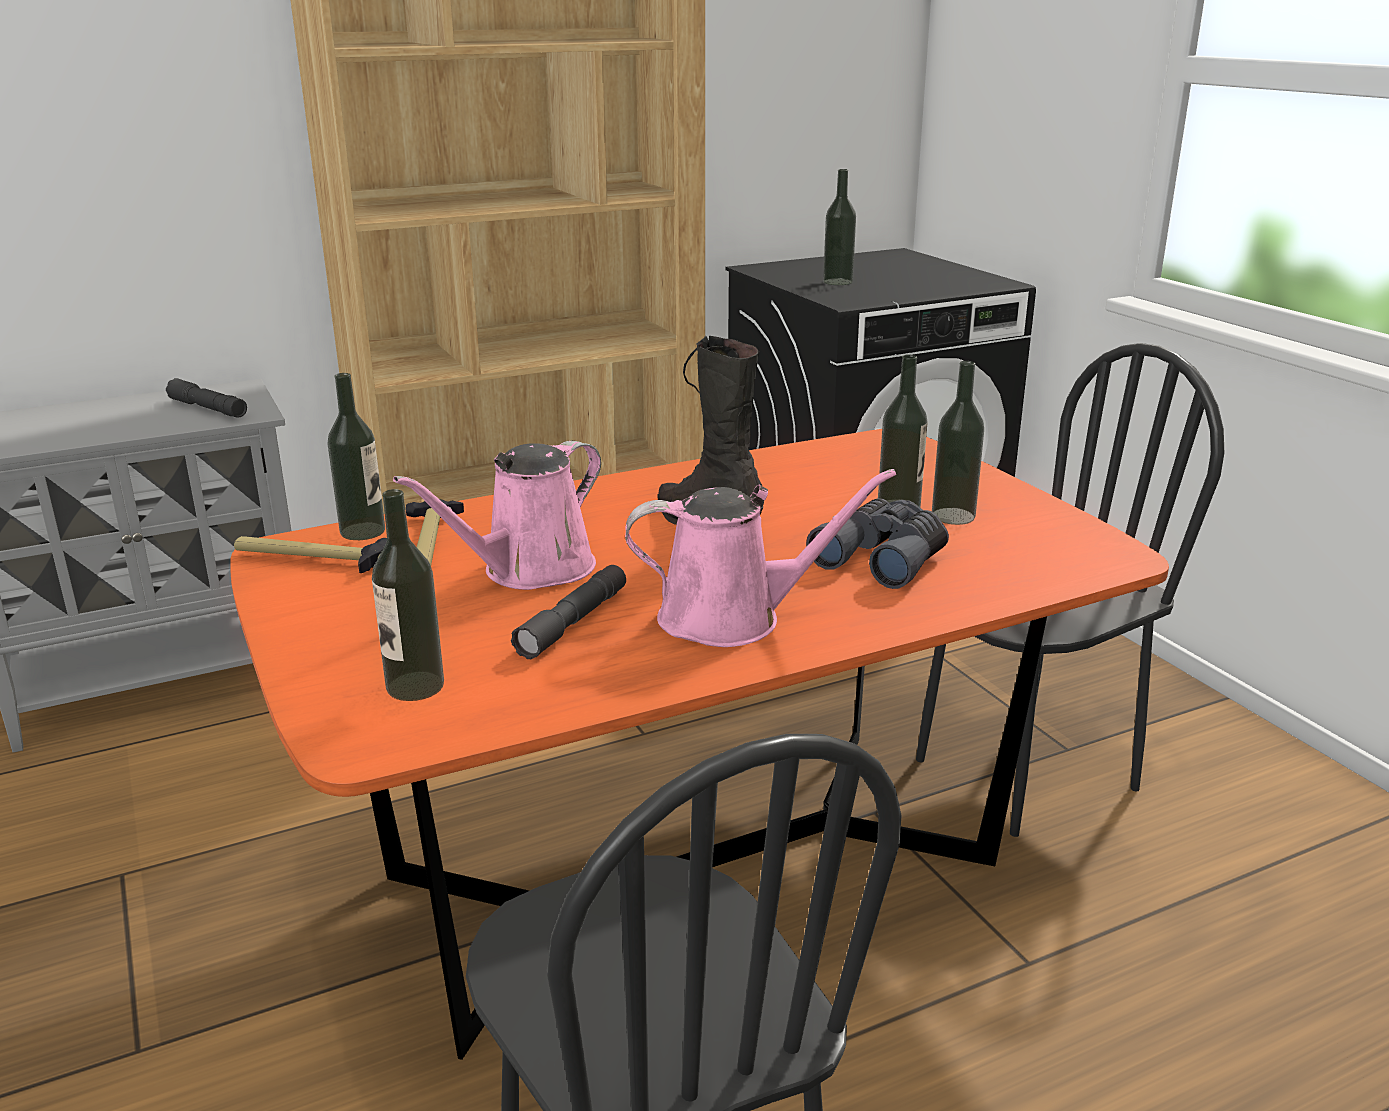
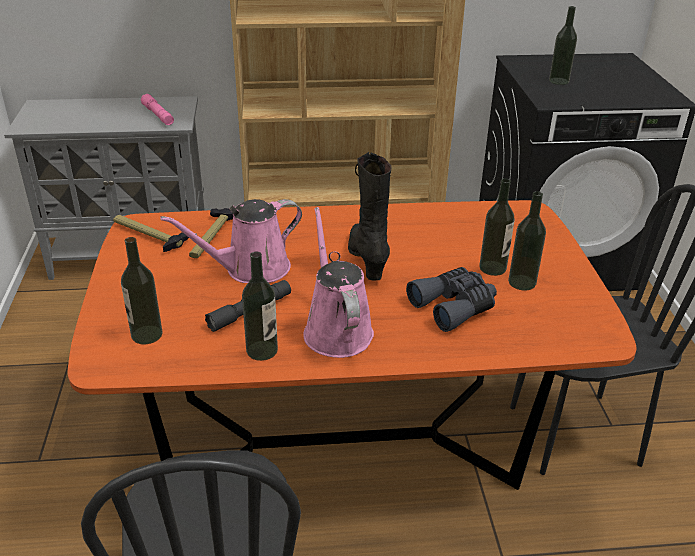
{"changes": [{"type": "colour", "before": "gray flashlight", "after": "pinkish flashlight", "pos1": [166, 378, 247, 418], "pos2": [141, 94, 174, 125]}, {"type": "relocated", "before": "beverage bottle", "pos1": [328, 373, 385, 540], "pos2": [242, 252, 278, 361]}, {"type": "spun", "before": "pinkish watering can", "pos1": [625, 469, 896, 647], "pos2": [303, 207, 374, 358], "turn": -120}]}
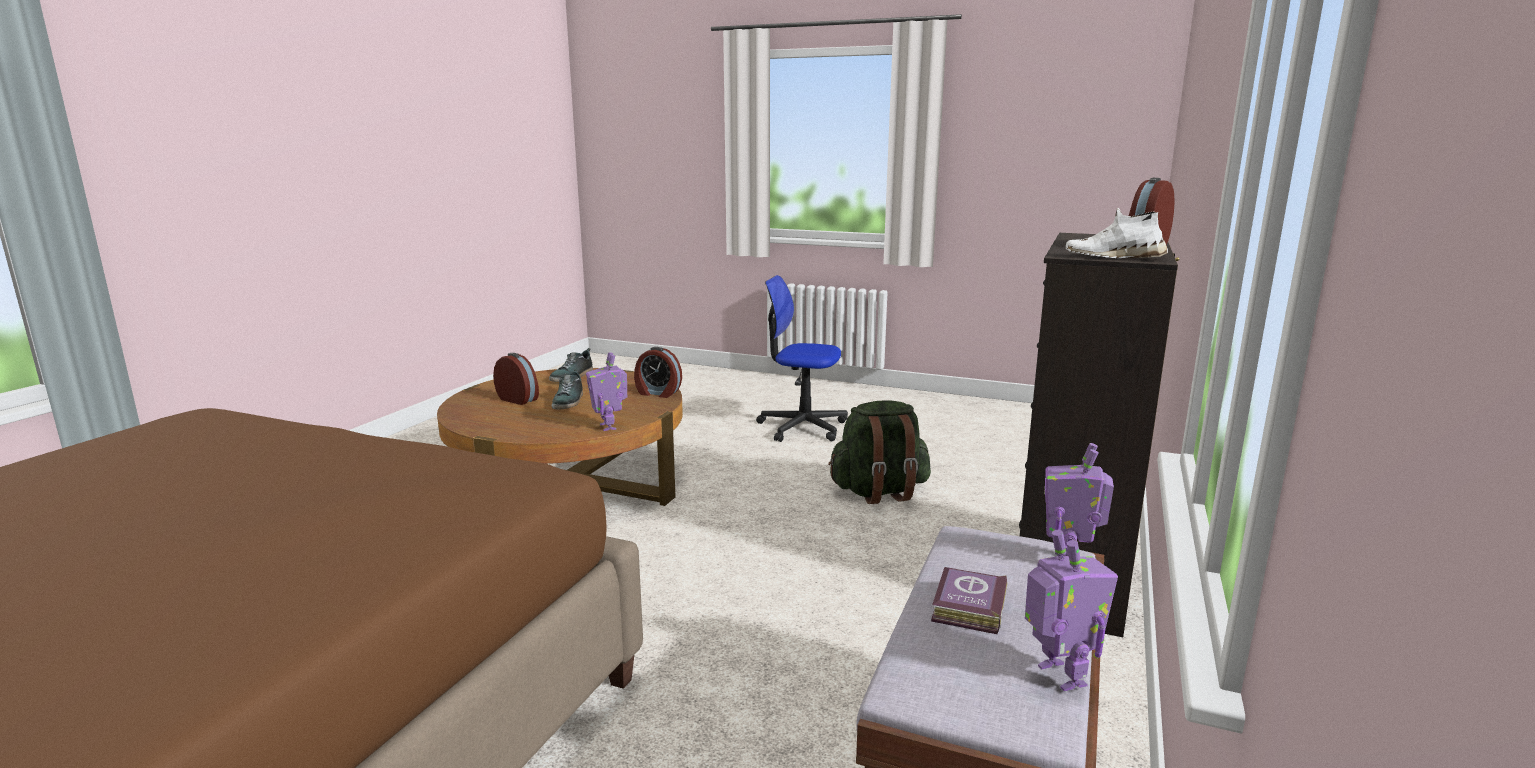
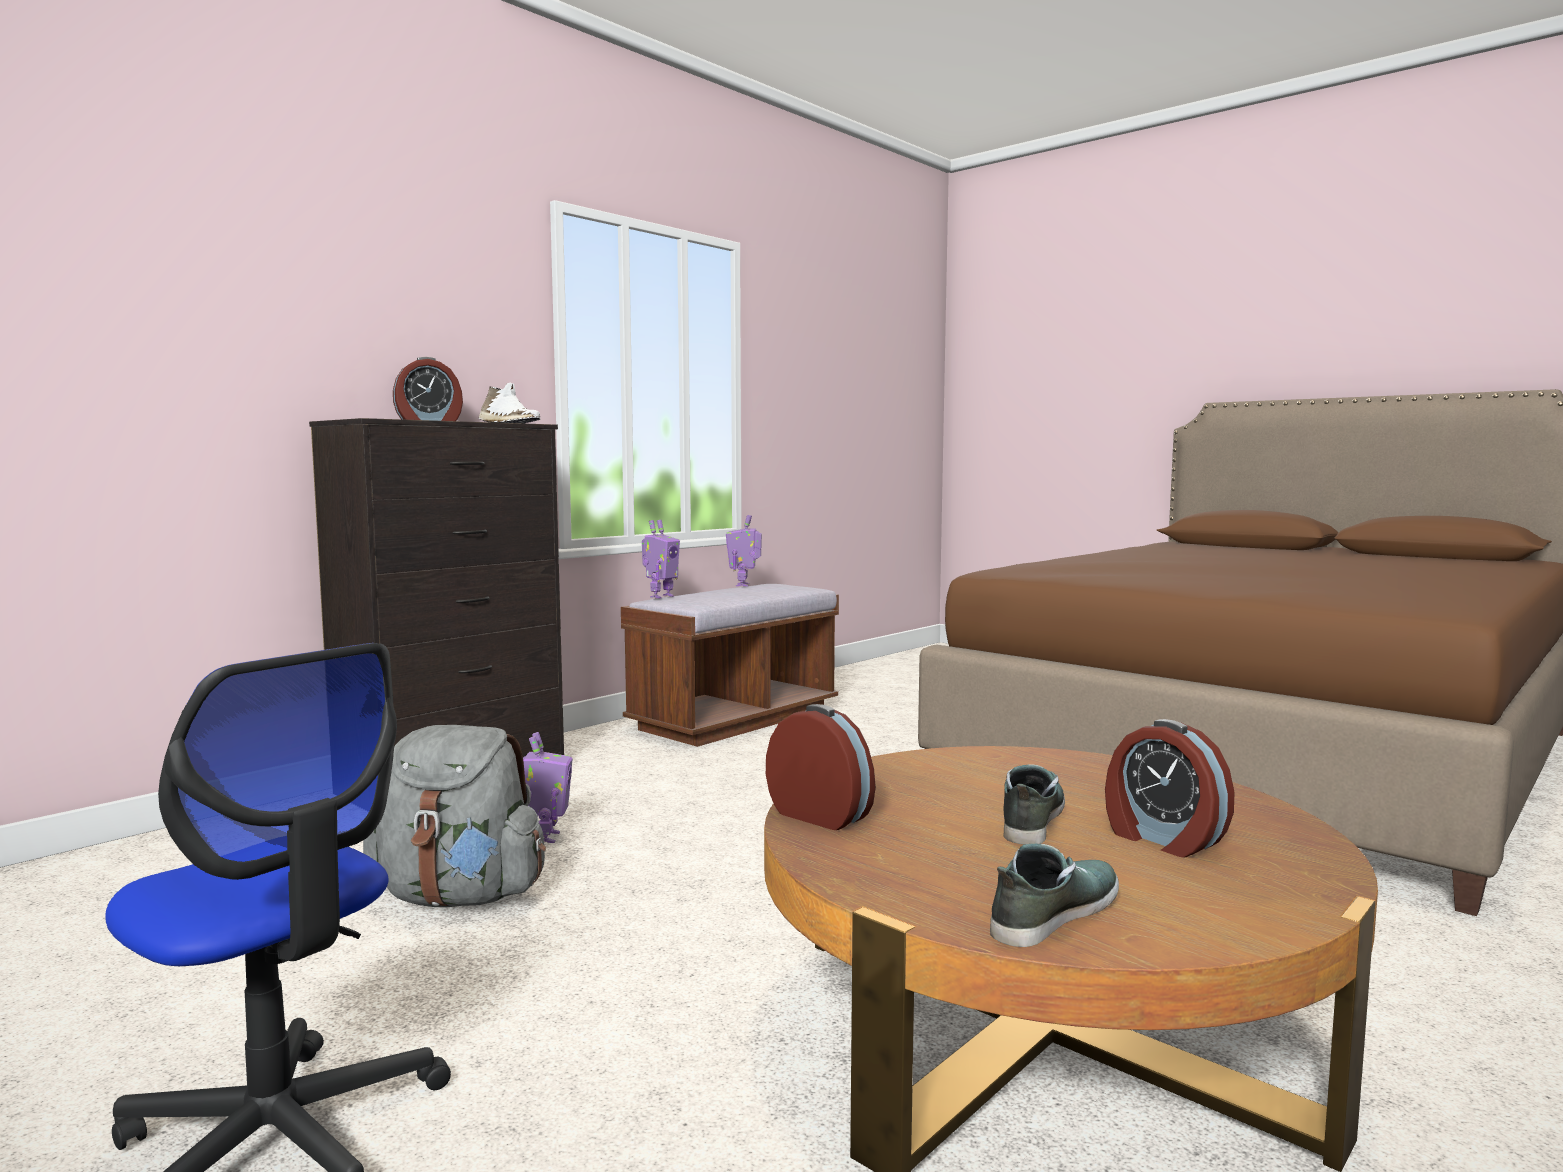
{"changes": [{"type": "colour", "before": "green-coloured rucksack", "after": "gray rucksack", "pos1": [828, 400, 931, 504], "pos2": [363, 725, 546, 907]}, {"type": "relocated", "before": "robot figure", "pos1": [586, 352, 627, 431], "pos2": [523, 732, 573, 843]}, {"type": "missing", "before": "book", "pos1": [931, 567, 1007, 634]}]}
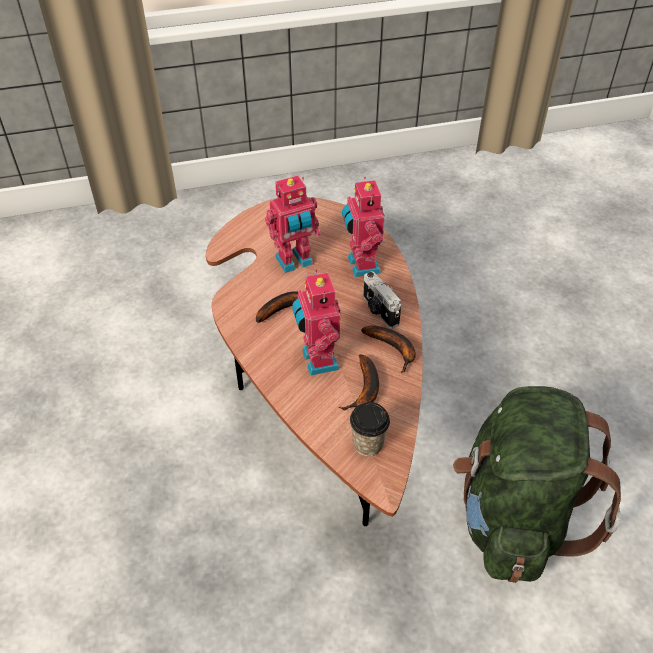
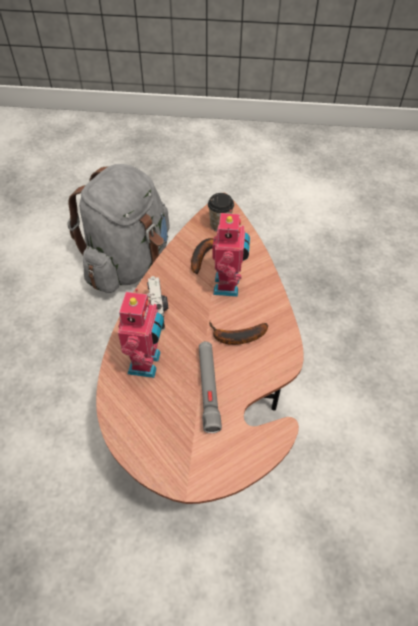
{"changes": [{"type": "colour", "before": "green-coloured rucksack", "after": "gray rucksack", "pos1": [453, 386, 621, 583], "pos2": [68, 164, 170, 293]}, {"type": "exchanged", "before": "robot figure", "after": "gray flashlight", "pos1": [265, 175, 321, 273], "pos2": [199, 341, 222, 433]}, {"type": "missing", "before": "banana", "pos1": [361, 325, 416, 373]}]}
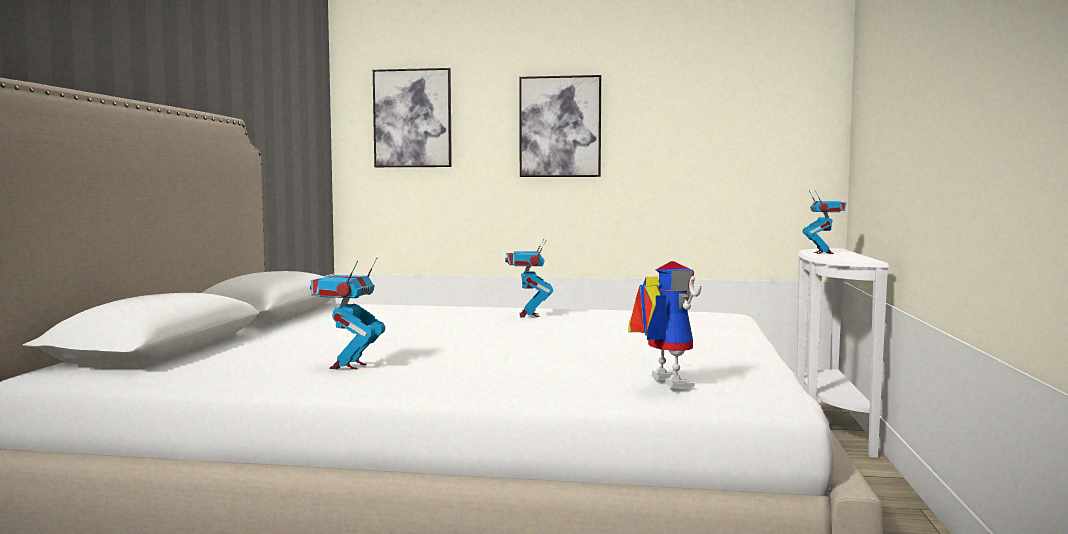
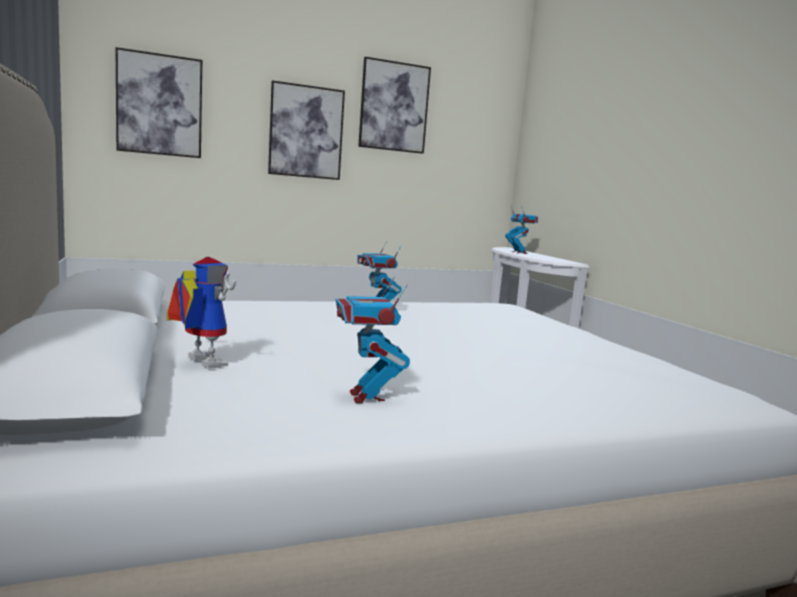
{"changes": [{"type": "relocated", "before": "robot figure", "pos1": [629, 261, 701, 388], "pos2": [166, 257, 236, 369]}, {"type": "appeared", "after": "picture", "pos2": [358, 57, 431, 154]}]}
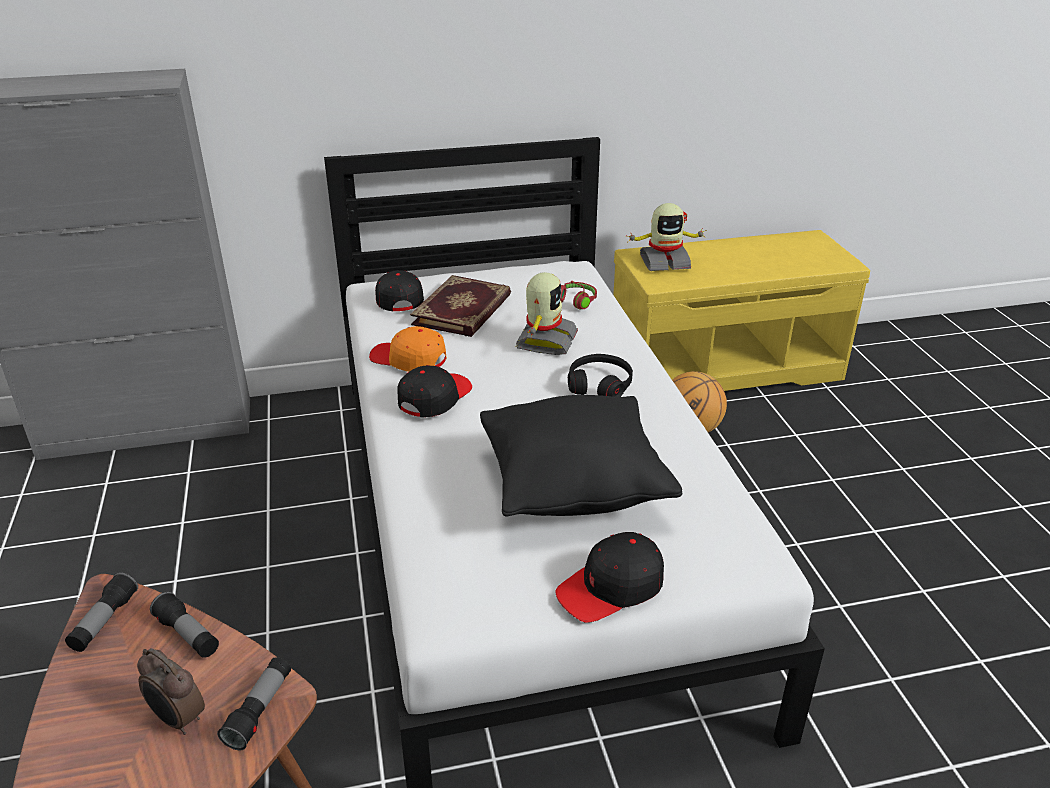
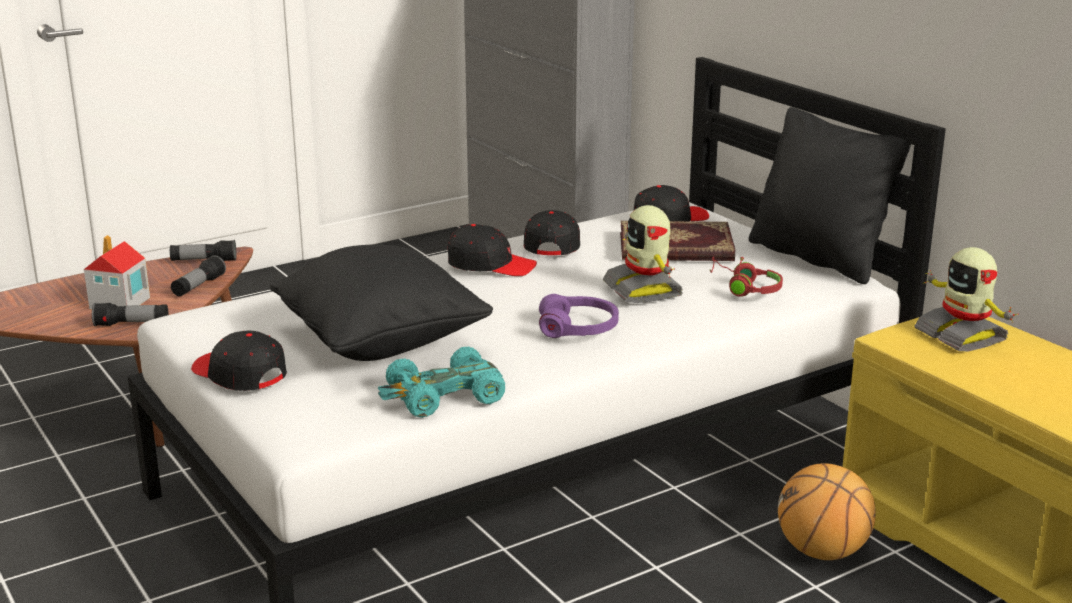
{"changes": [{"type": "exchanged", "before": "alarm clock", "after": "model house", "pos1": [137, 648, 205, 735], "pos2": [84, 235, 150, 310]}, {"type": "appeared", "after": "turquoise toy car", "pos2": [378, 347, 505, 418]}, {"type": "colour", "before": "orangey baseball cap", "after": "black-coloured baseball cap", "pos1": [369, 326, 447, 372], "pos2": [524, 210, 580, 255]}, {"type": "colour", "before": "black-coloured headphones", "after": "purple headphones", "pos1": [568, 354, 633, 397], "pos2": [539, 294, 619, 338]}, {"type": "spun", "before": "robot figure", "pos1": [516, 272, 578, 355], "pos2": [603, 205, 683, 303], "turn": 75}, {"type": "appeared", "after": "black-coloured pillow", "pos2": [749, 107, 911, 284]}]}
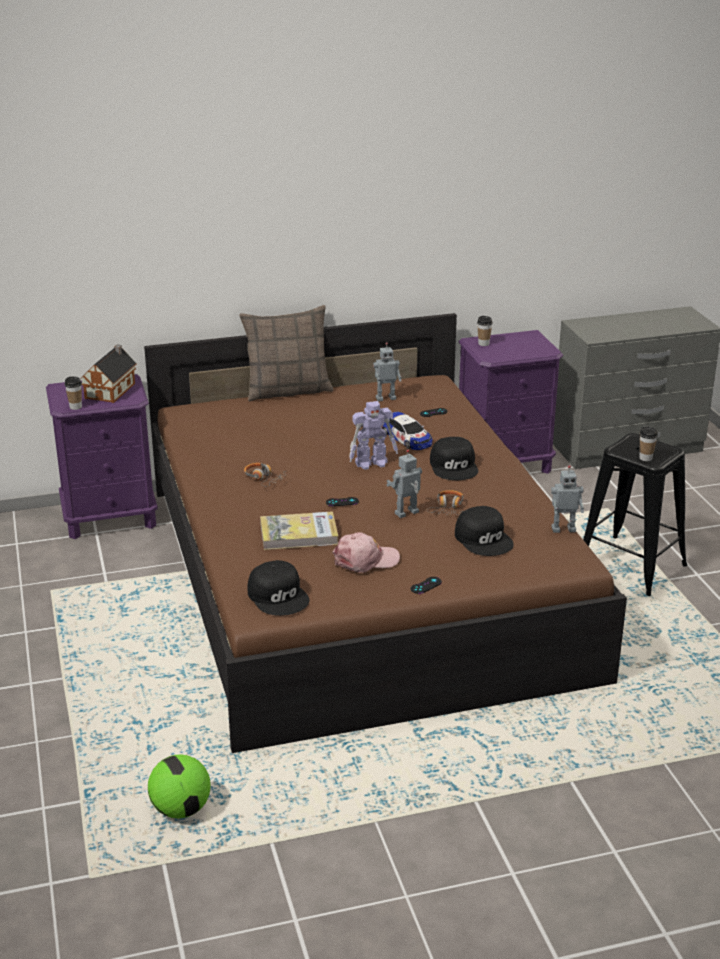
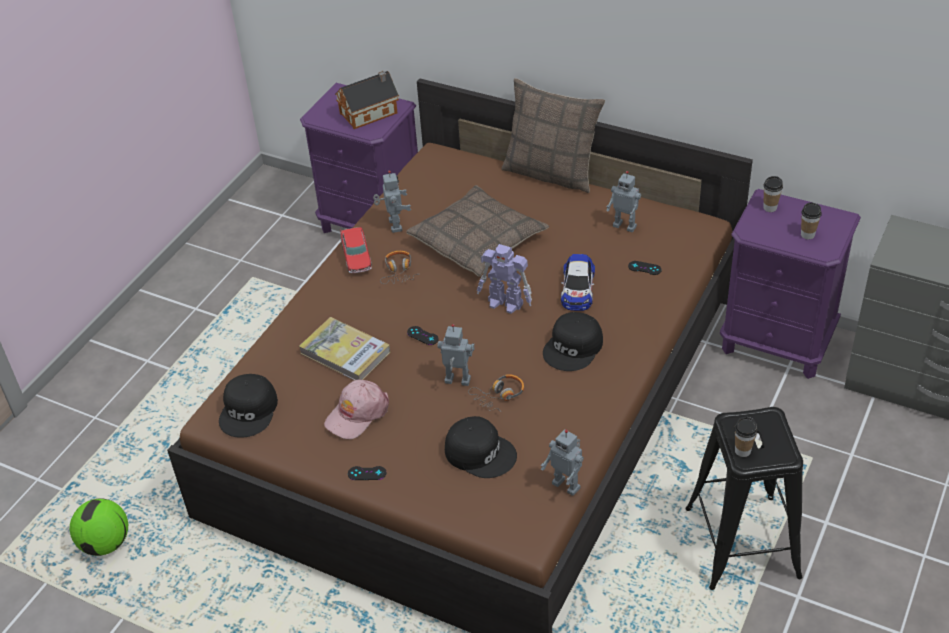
{"changes": [{"type": "spun", "before": "pinkish baseball cap", "pos1": [332, 532, 400, 573], "pos2": [324, 379, 389, 439], "turn": 105}, {"type": "appeared", "after": "toy car", "pos2": [340, 227, 372, 273]}, {"type": "appeared", "after": "robot figure", "pos2": [373, 170, 411, 233]}, {"type": "appeared", "after": "pillow", "pos2": [406, 185, 549, 277]}, {"type": "spun", "before": "black-coloured baseball cap", "pos1": [455, 506, 514, 556], "pos2": [445, 416, 517, 478], "turn": -75}, {"type": "relocated", "before": "drinking cup", "pos1": [65, 376, 82, 410], "pos2": [801, 202, 822, 239]}]}
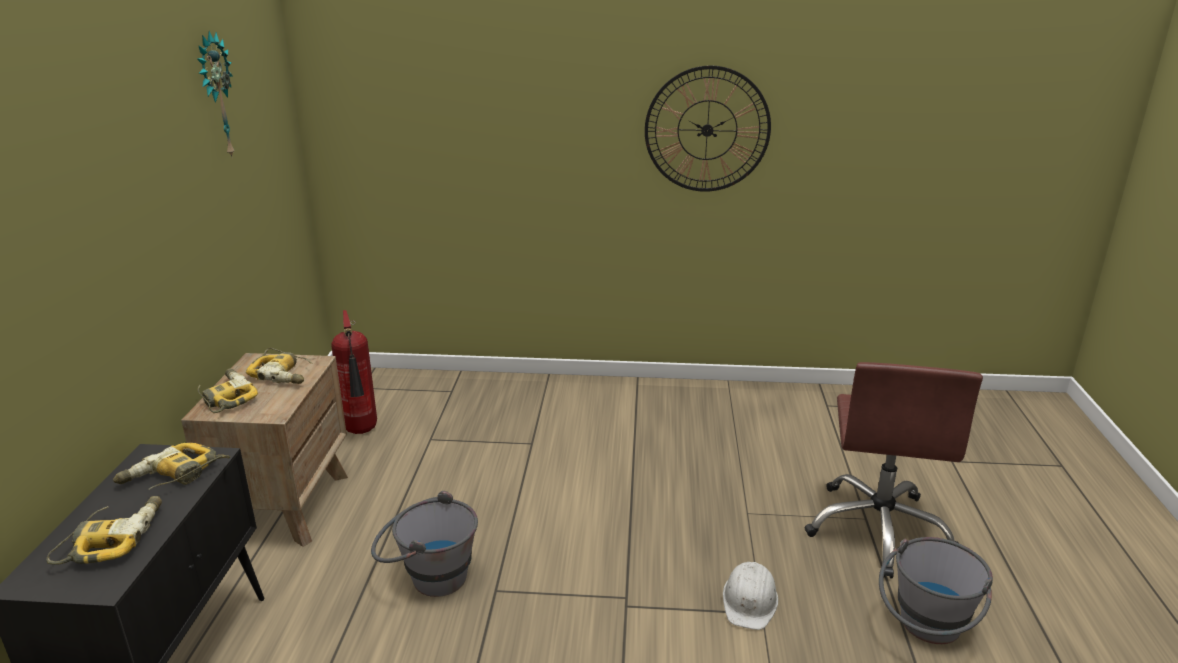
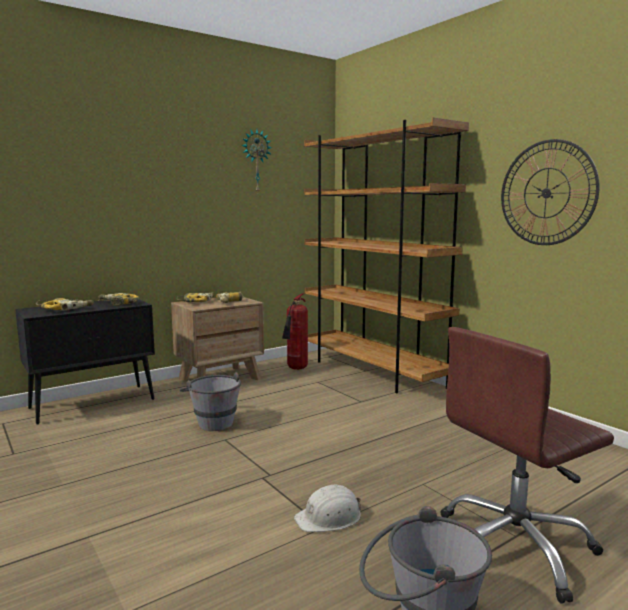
{"changes": [{"type": "appeared", "after": "brown bookcase", "pos2": [304, 117, 469, 393]}]}
